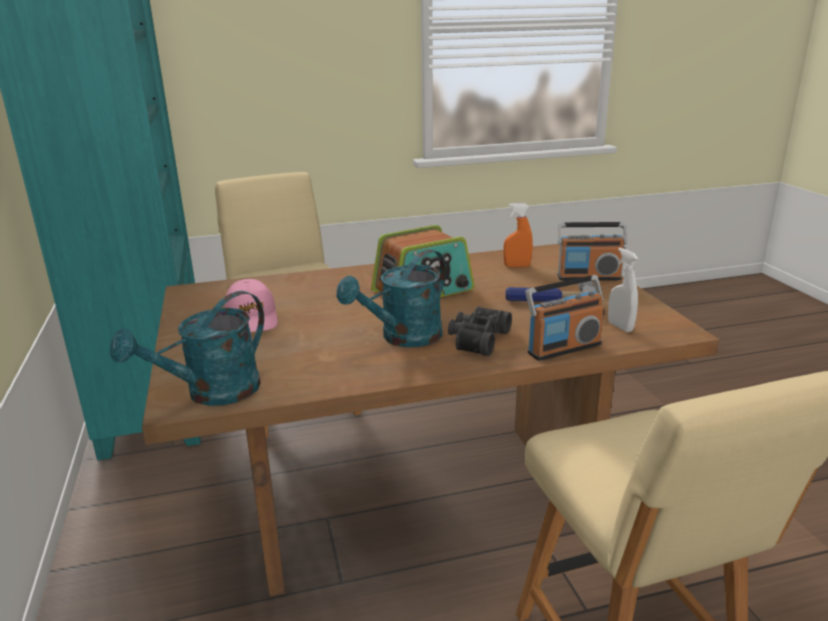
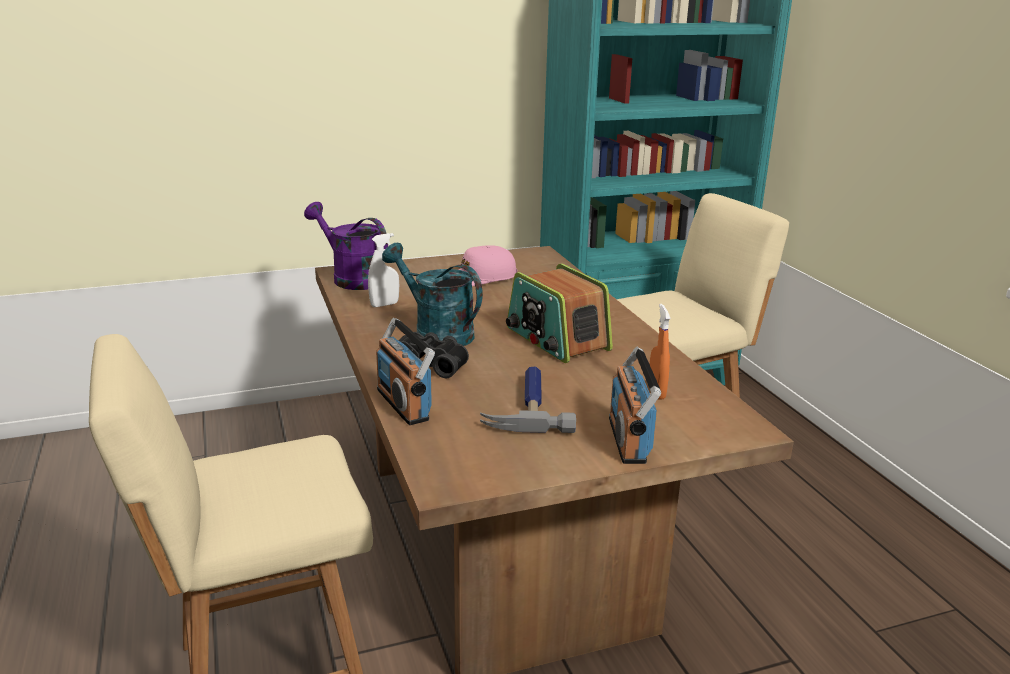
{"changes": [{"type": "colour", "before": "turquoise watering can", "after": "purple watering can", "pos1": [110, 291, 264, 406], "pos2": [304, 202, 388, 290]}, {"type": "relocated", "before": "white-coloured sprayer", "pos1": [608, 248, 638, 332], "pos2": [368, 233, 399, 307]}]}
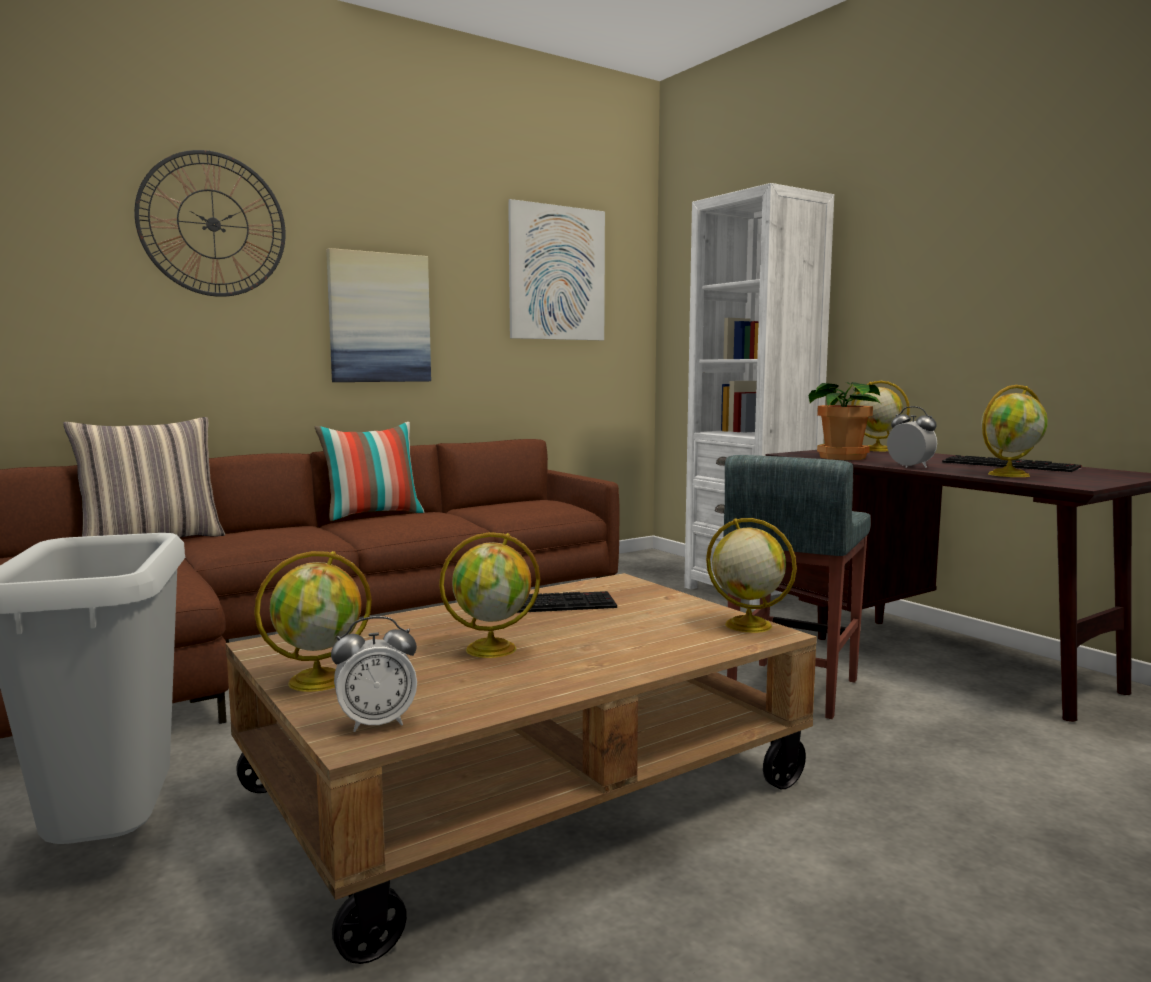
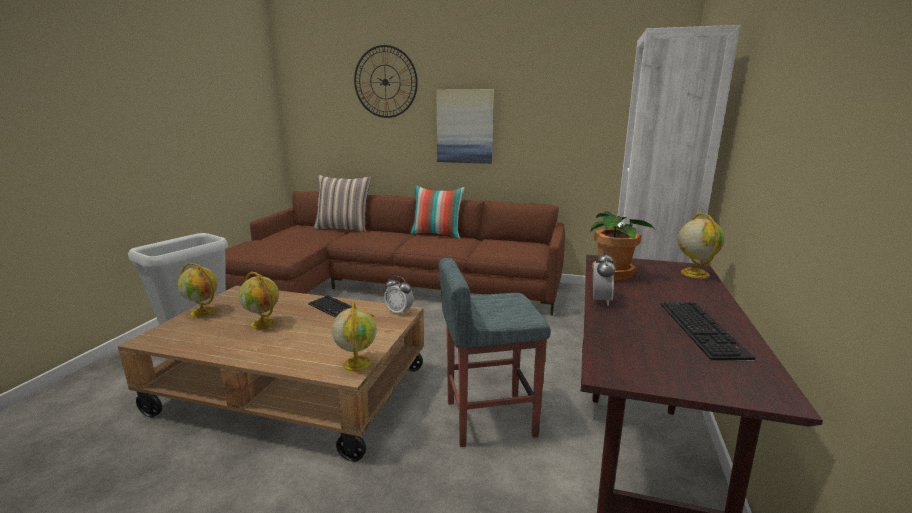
{"changes": [{"type": "relocated", "before": "alarm clock", "pos1": [331, 616, 417, 732], "pos2": [384, 276, 414, 315]}, {"type": "missing", "before": "picture", "pos1": [508, 199, 605, 340]}, {"type": "missing", "before": "globe", "pos1": [981, 385, 1048, 477]}]}
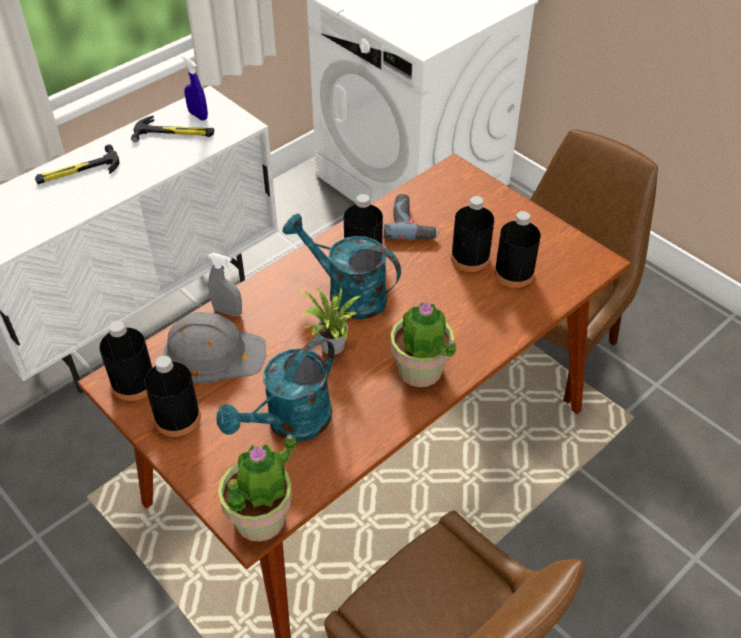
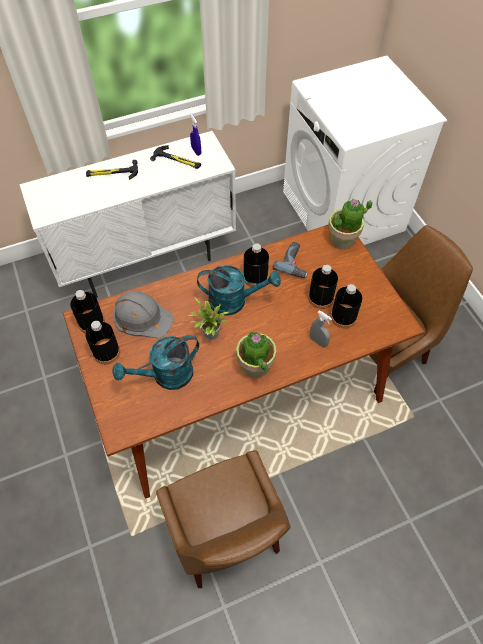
{"changes": [{"type": "spun", "before": "turquoise watering can", "pos1": [283, 213, 401, 319], "pos2": [197, 265, 281, 316], "turn": 135}, {"type": "relocated", "before": "gray sprayer", "pos1": [208, 253, 242, 317], "pos2": [310, 311, 332, 347]}, {"type": "relocated", "before": "plant in a pot", "pos1": [218, 434, 296, 542], "pos2": [328, 199, 372, 249]}]}
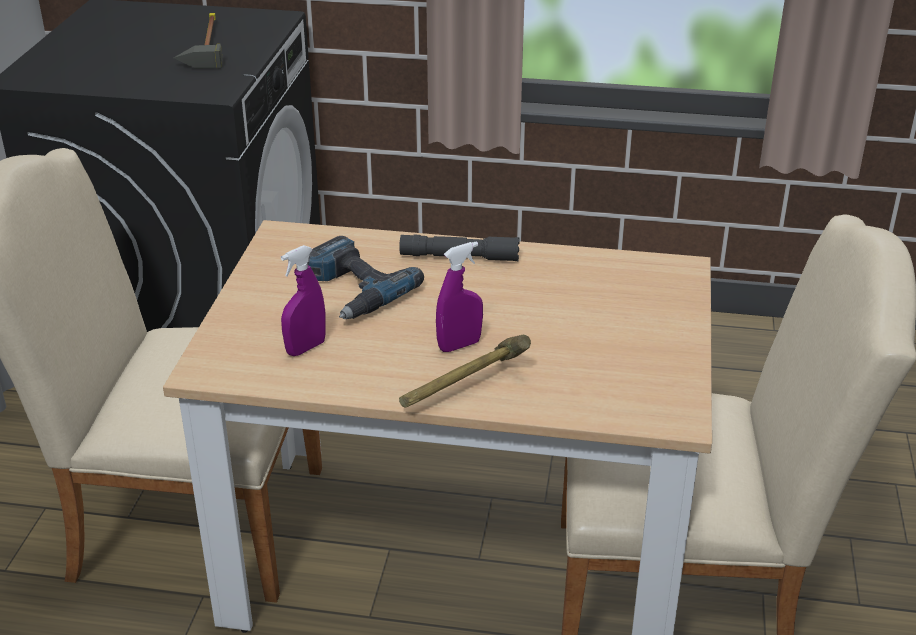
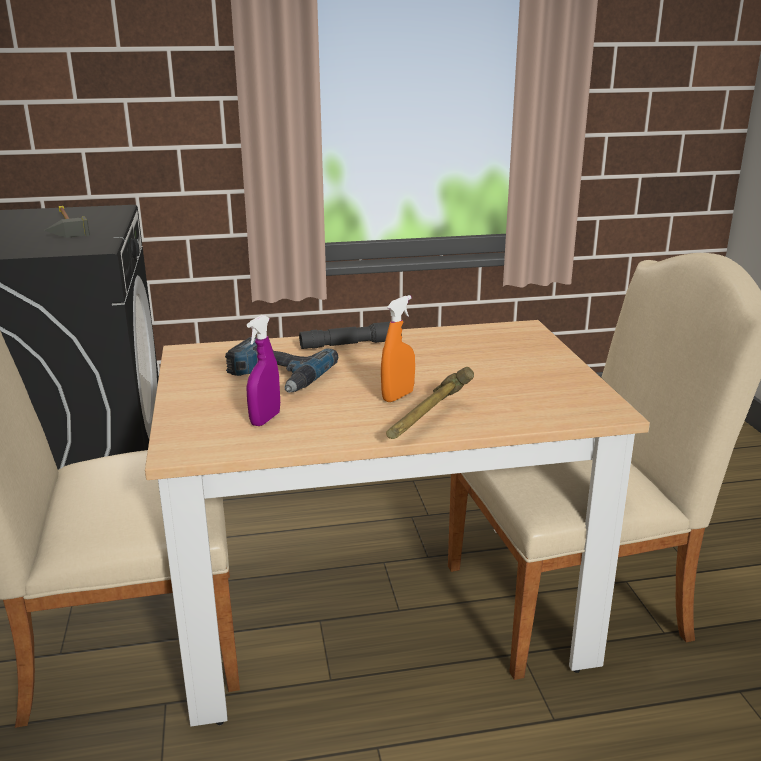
{"changes": [{"type": "colour", "before": "purple sprayer", "after": "orangey sprayer", "pos1": [436, 241, 483, 352], "pos2": [381, 295, 415, 402]}]}
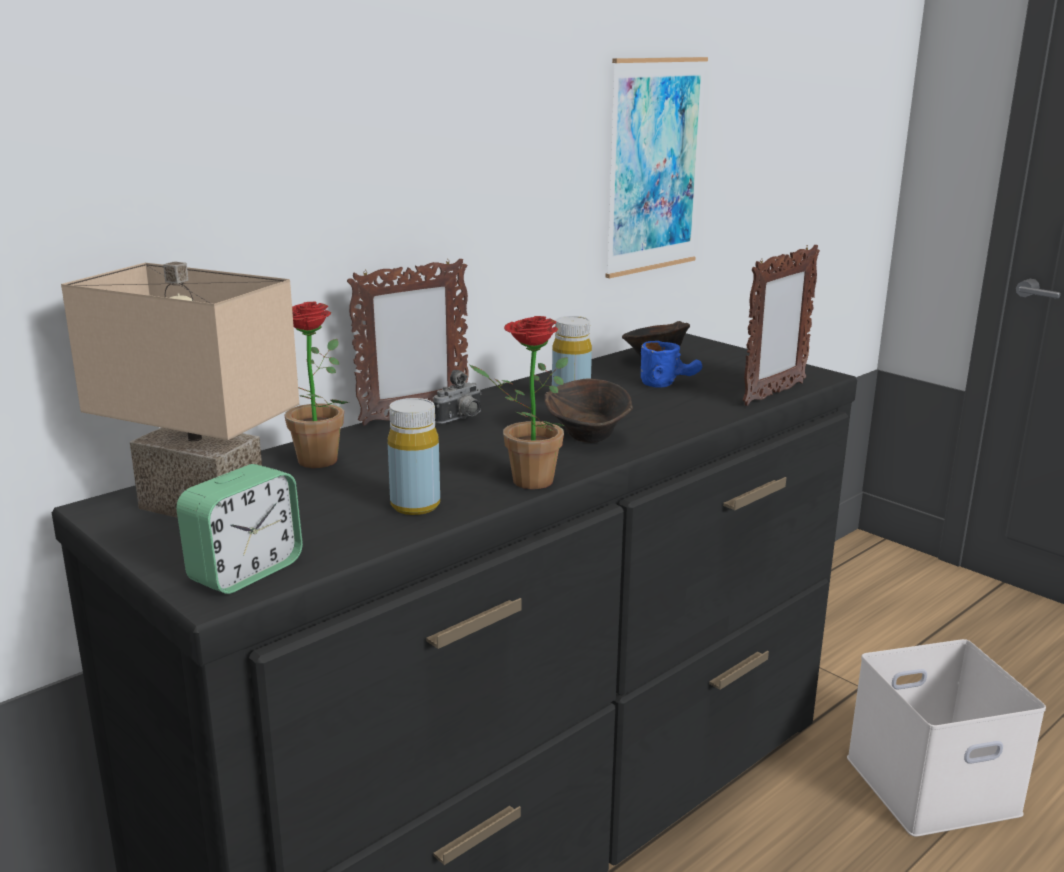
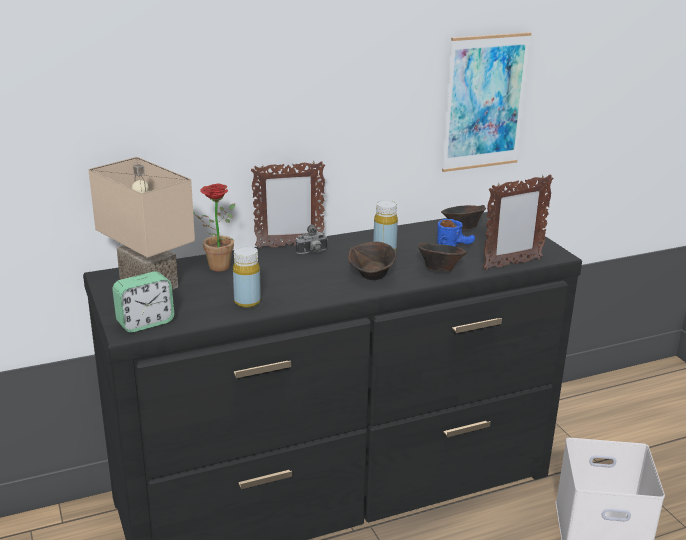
{"changes": [{"type": "appeared", "after": "brown deep dish", "pos2": [418, 242, 467, 271]}, {"type": "missing", "before": "plant in a pot", "pos1": [470, 316, 568, 489]}]}
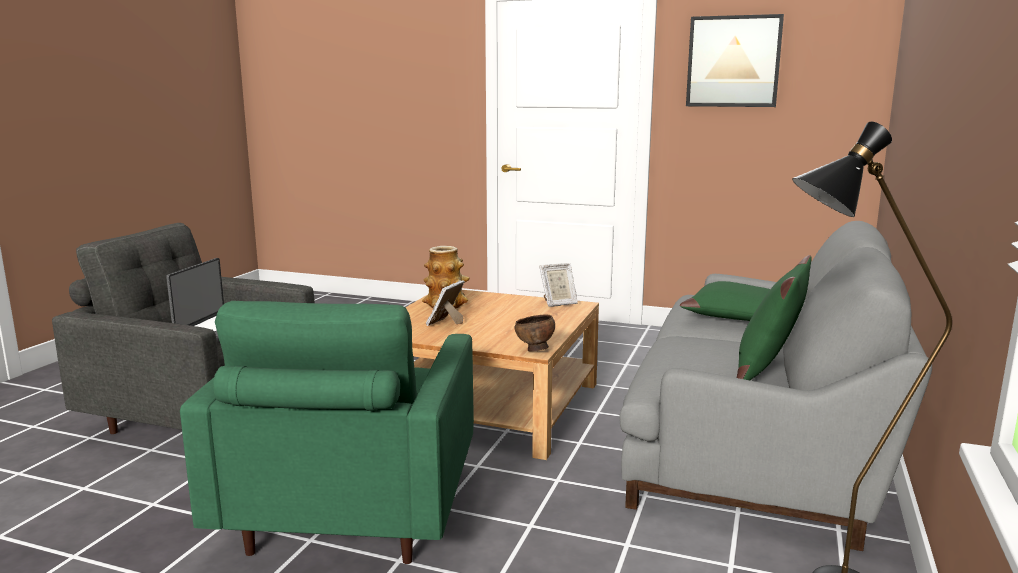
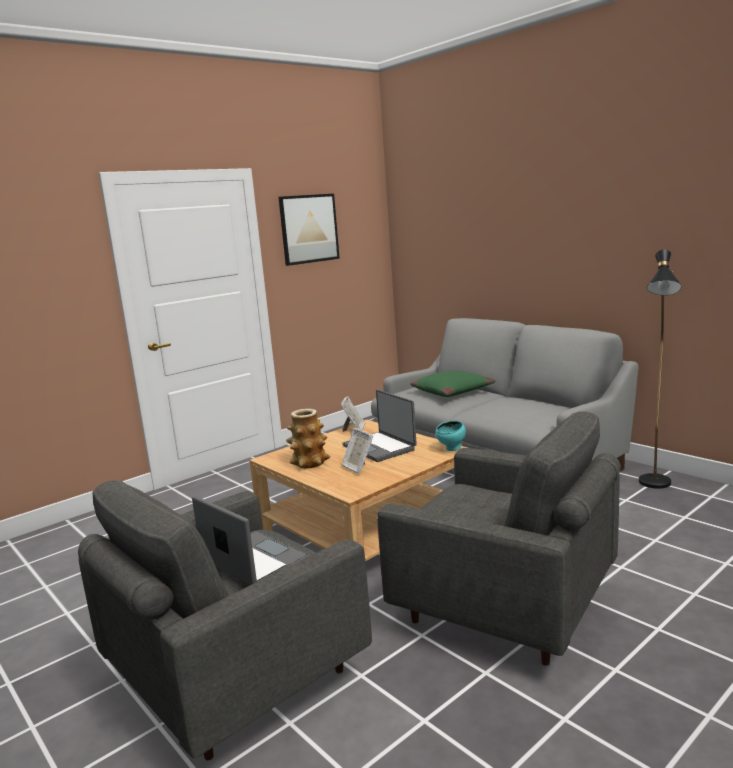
{"changes": [{"type": "appeared", "after": "portable computer", "pos2": [342, 390, 417, 462]}, {"type": "colour", "before": "green-coloured easy chair", "after": "gray easy chair", "pos1": [180, 301, 474, 564], "pos2": [377, 411, 621, 666]}, {"type": "colour", "before": "brown deep dish", "after": "turquoise deep dish", "pos1": [515, 314, 555, 352], "pos2": [435, 420, 466, 451]}, {"type": "missing", "before": "green-coloured pillow", "pos1": [737, 255, 812, 380]}]}
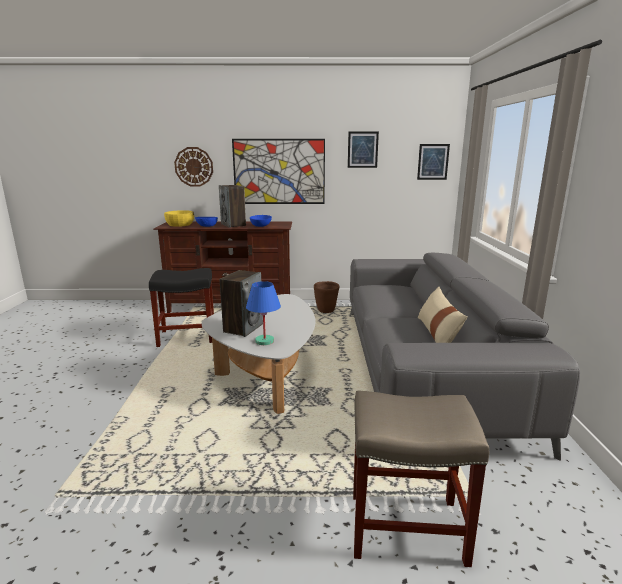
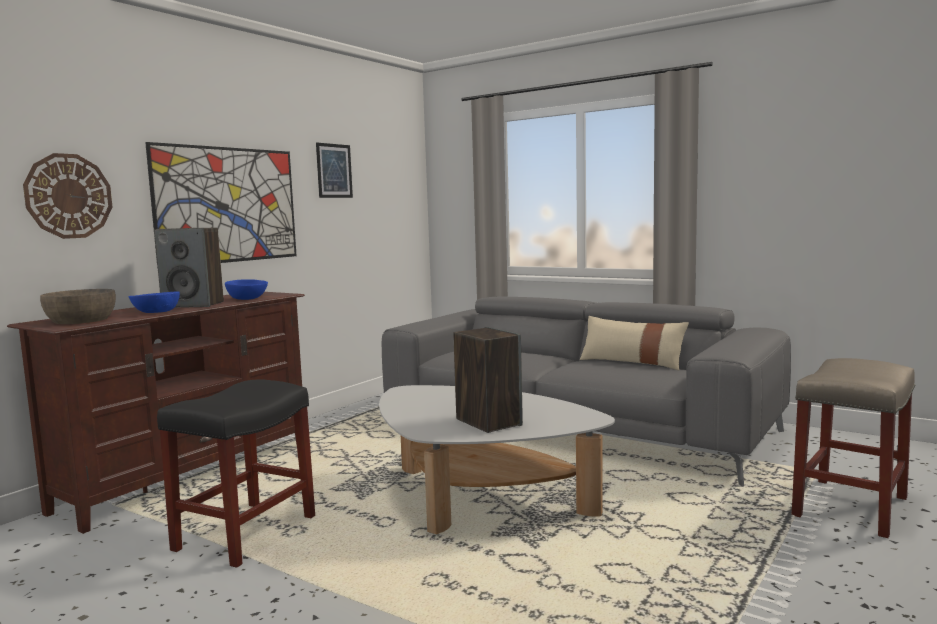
{"changes": [{"type": "colour", "before": "yellow deep dish", "after": "brown deep dish", "pos1": [164, 210, 194, 227], "pos2": [40, 289, 116, 324]}, {"type": "missing", "before": "blue-coloured table lamp", "pos1": [246, 281, 281, 345]}, {"type": "missing", "before": "brown plant pot", "pos1": [314, 281, 339, 313]}, {"type": "missing", "before": "picture", "pos1": [417, 144, 450, 180]}]}
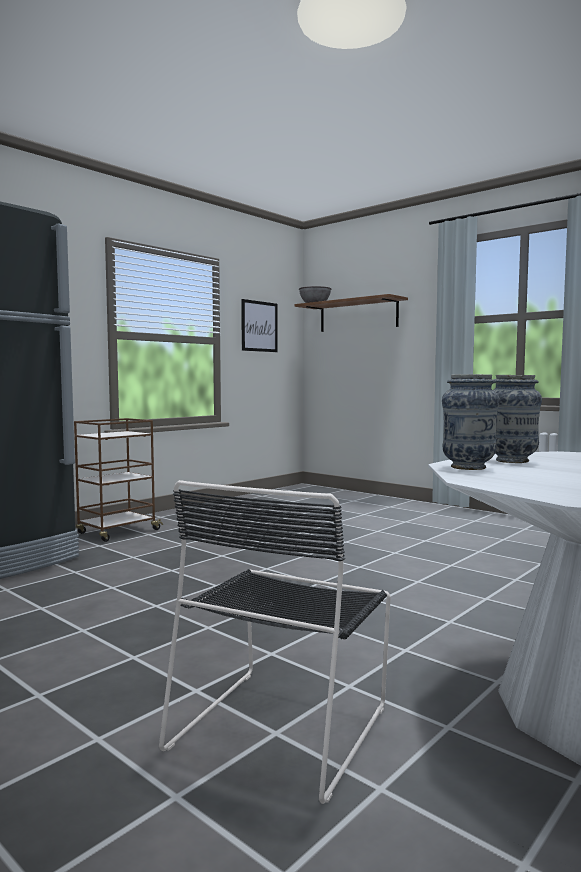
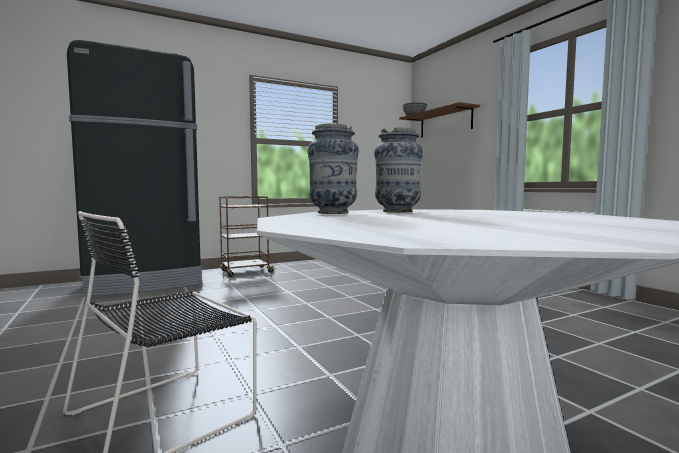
{"changes": [{"type": "missing", "before": "picture", "pos1": [241, 299, 277, 352]}]}
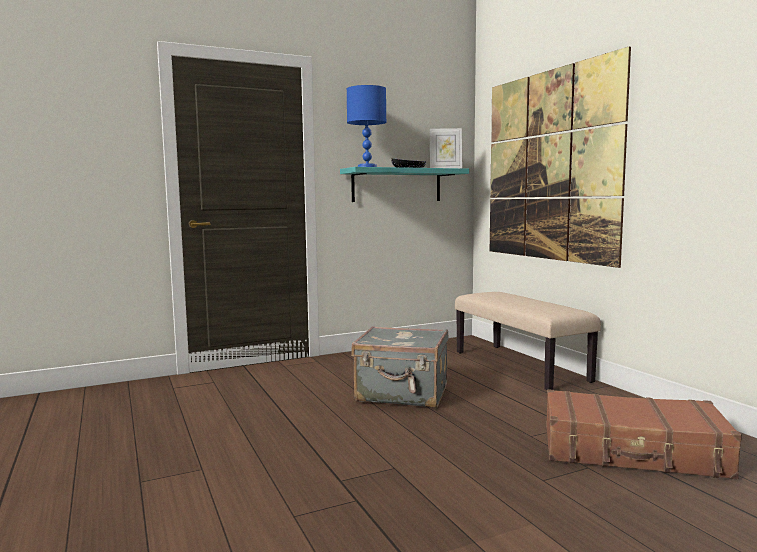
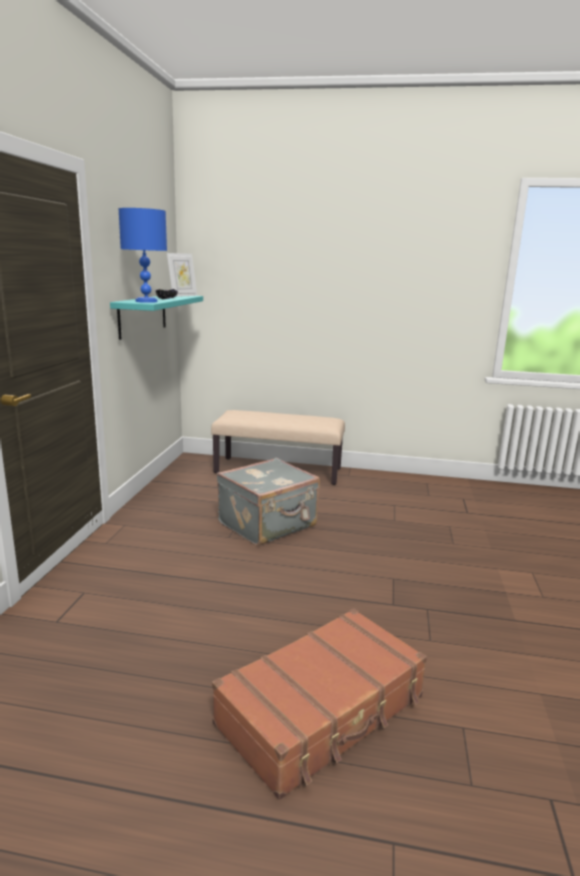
{"changes": [{"type": "relocated", "before": "brown suitcase", "pos1": [546, 389, 742, 479], "pos2": [212, 608, 427, 800]}, {"type": "missing", "before": "picture", "pos1": [490, 47, 631, 268]}]}
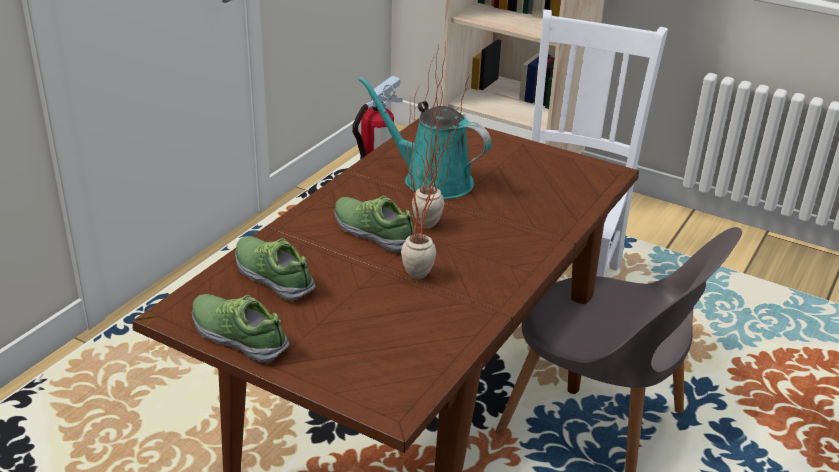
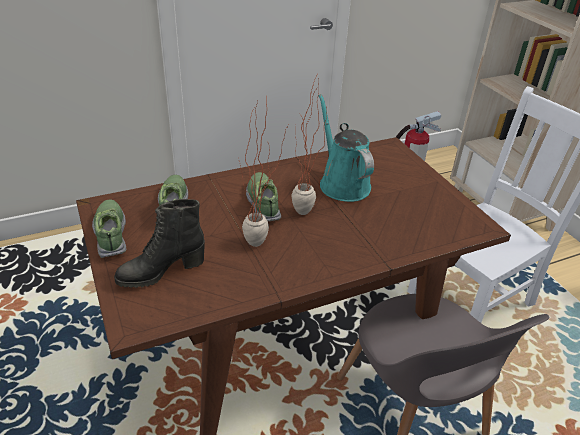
{"changes": [{"type": "appeared", "after": "black-coloured high-top boot", "pos2": [114, 199, 205, 288]}]}
